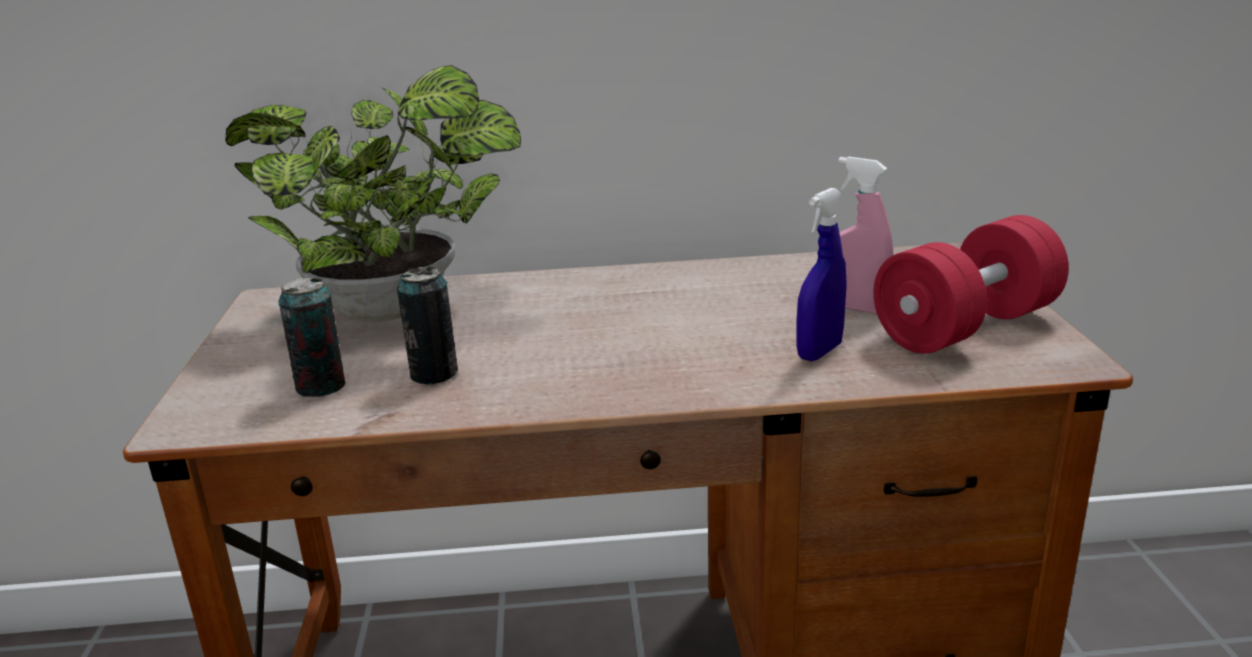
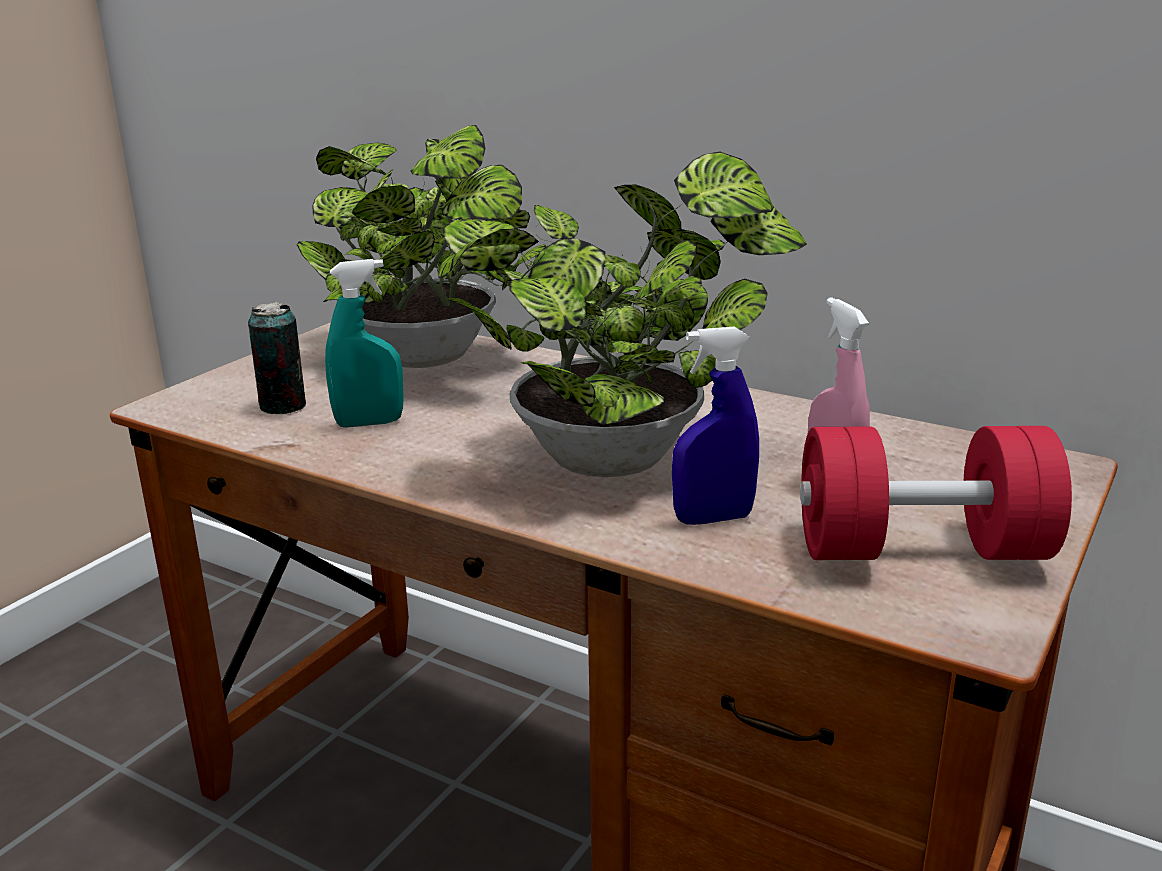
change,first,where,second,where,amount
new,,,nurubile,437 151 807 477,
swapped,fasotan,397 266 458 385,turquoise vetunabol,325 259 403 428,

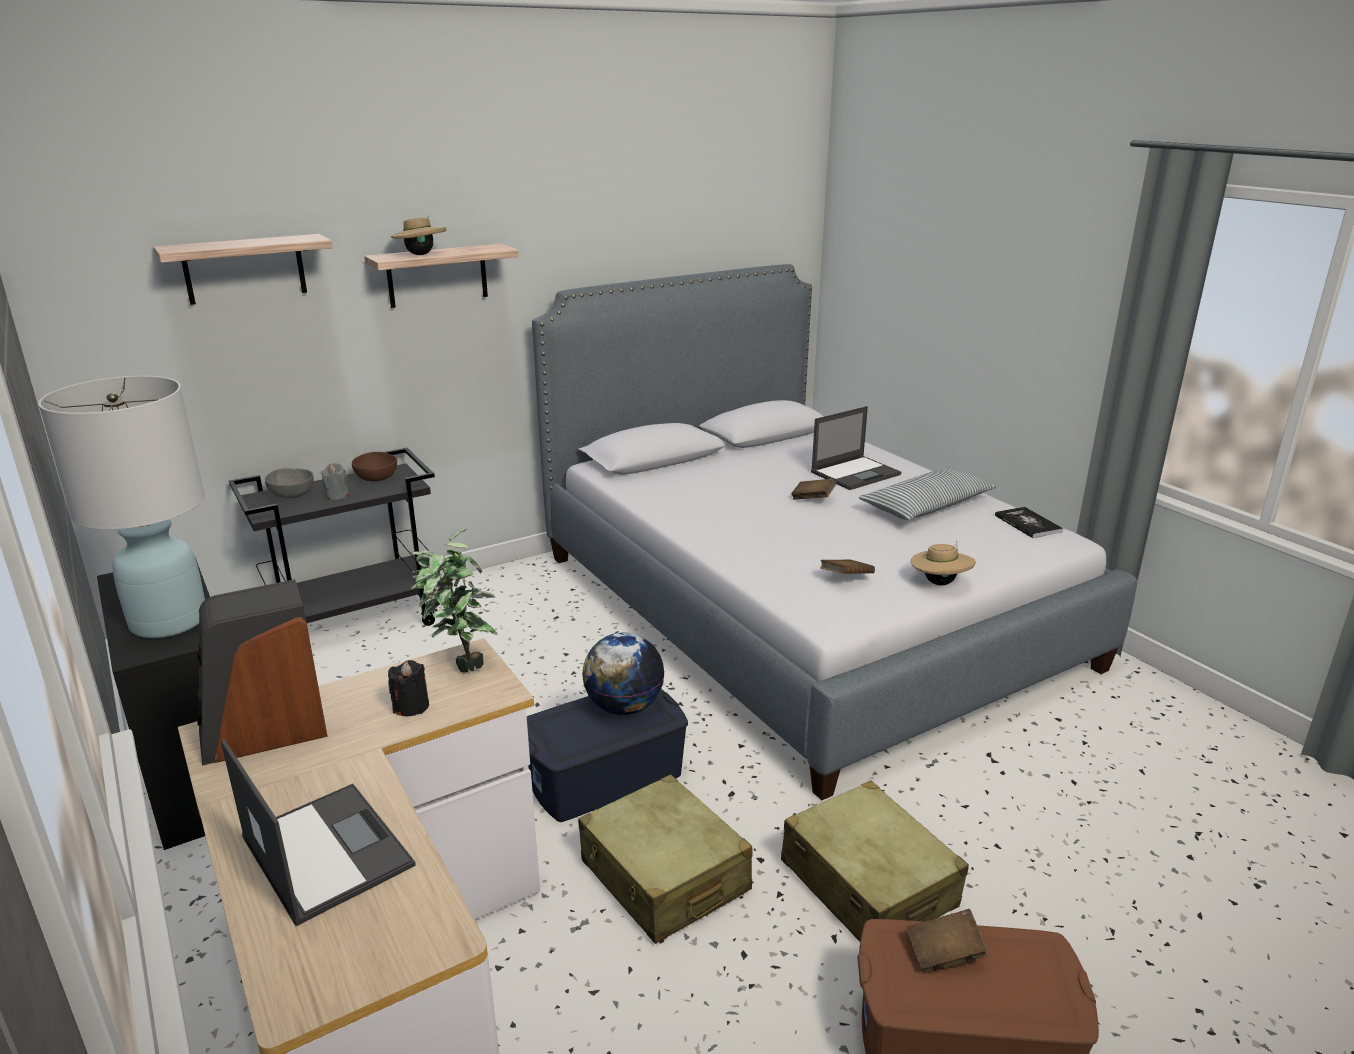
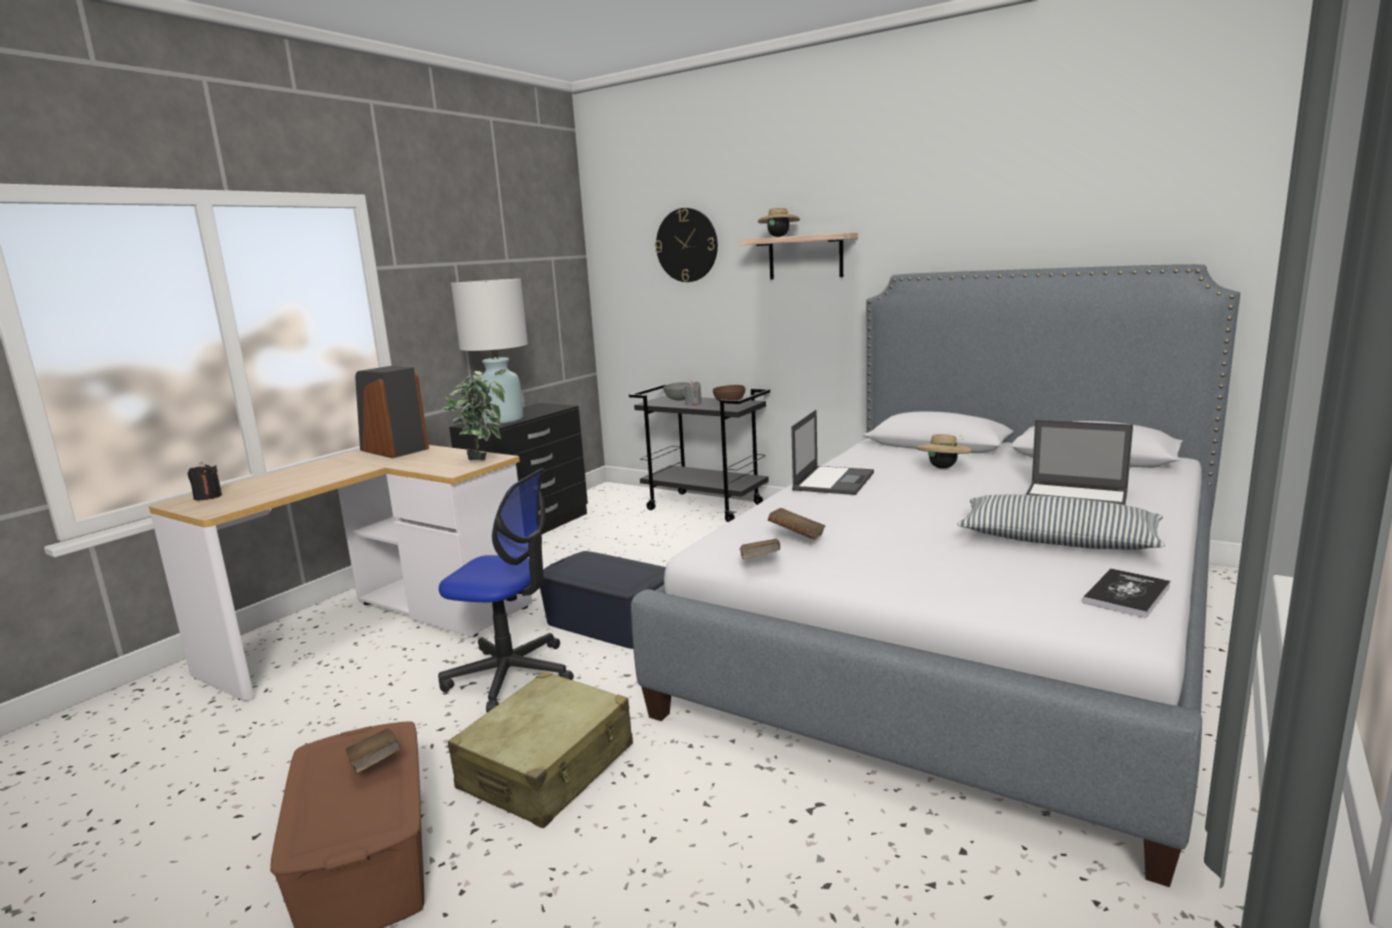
change,first,where,second,where,amount
gone,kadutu,582 632 665 715,,,
shifted,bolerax,221 739 415 926,,791 410 874 495,
shifted,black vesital,388 660 429 716,,188 462 222 501,
shifted,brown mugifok,791 478 837 500,,739 539 780 559,
shifted,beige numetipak,911 541 976 585,,917 434 972 469,
swapped,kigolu,153 234 333 305,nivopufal,655 208 718 282,
swapped,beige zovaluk,578 774 753 944,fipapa,438 468 574 712,

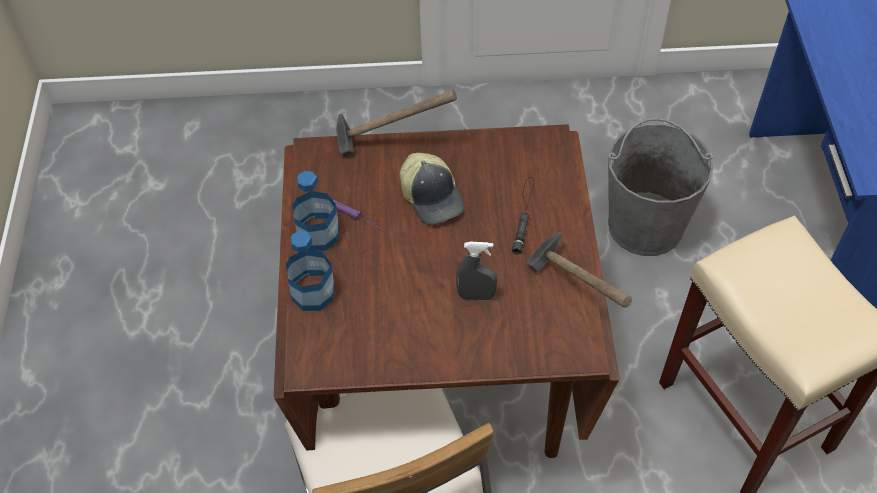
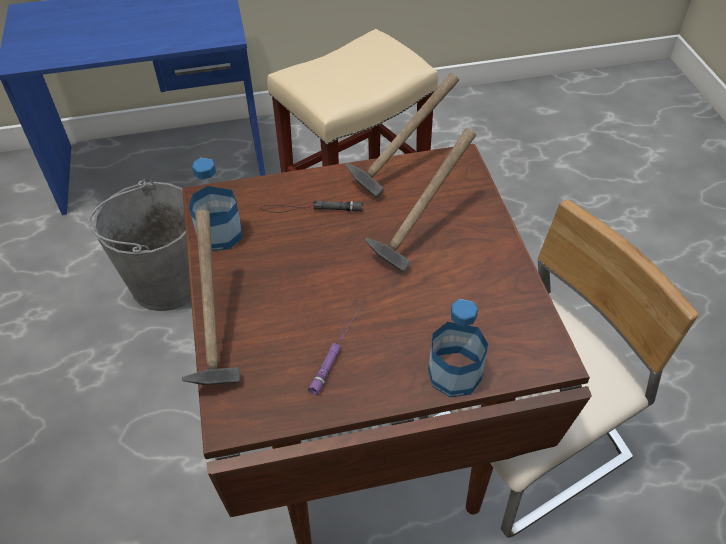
change,first,where,second,where,amount
gone,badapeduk,399 153 465 225,,,
shifted,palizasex,292 171 339 251,,189 158 242 251,
swapped,grey vetunabol,456 242 497 300,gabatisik,365 128 476 271,

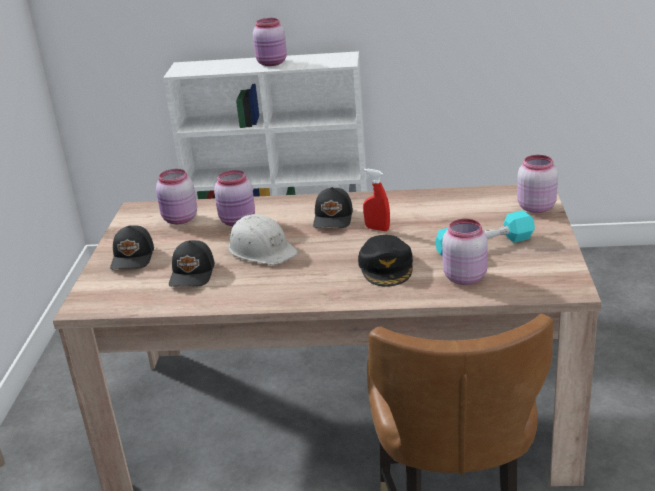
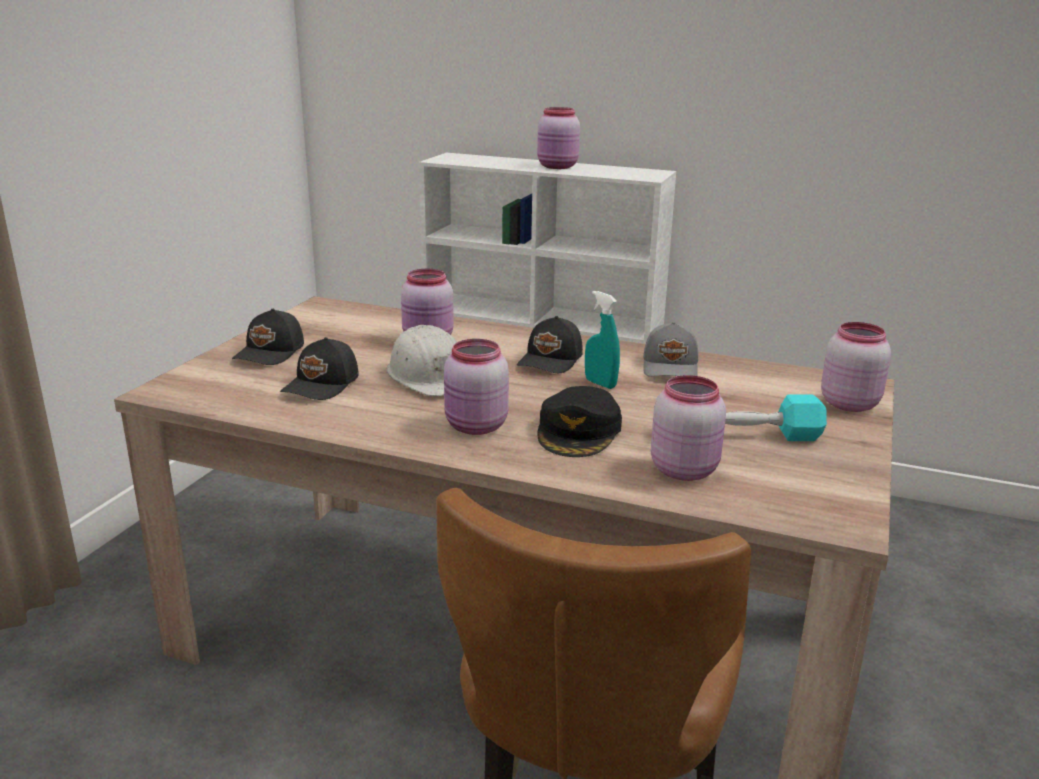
change,first,where,second,where,amount
new,,,grey badapeduk,643 322 698 376,
shifted,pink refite,156 169 197 224,,444 339 509 435,
repainted,red vetunabol,363 169 390 231,turquoise vetunabol,585 291 620 389,

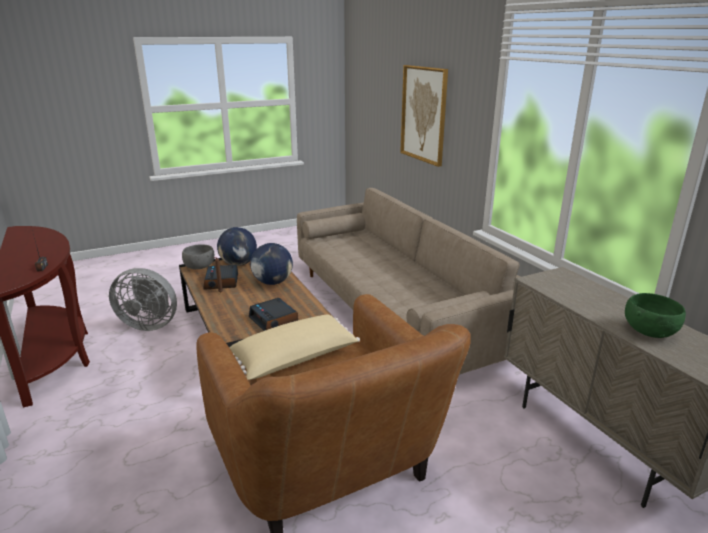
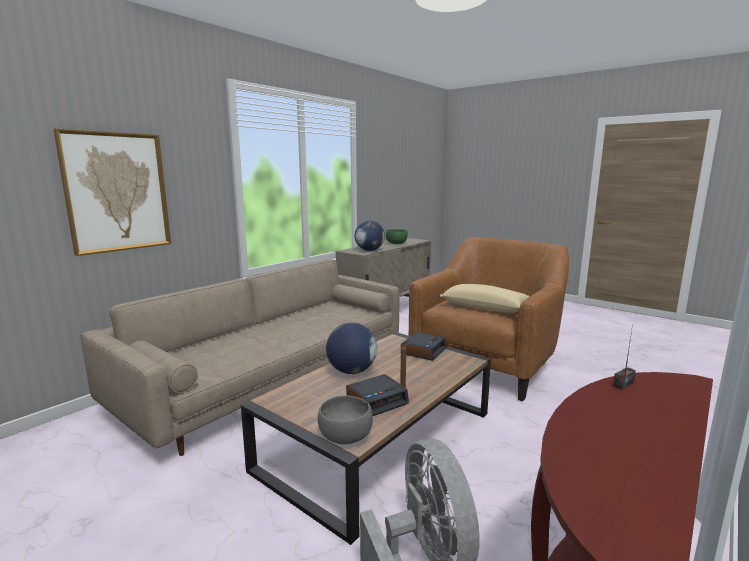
change,first,where,second,where,amount
shifted,kadutu,217 227 257 266,,355 221 385 251,

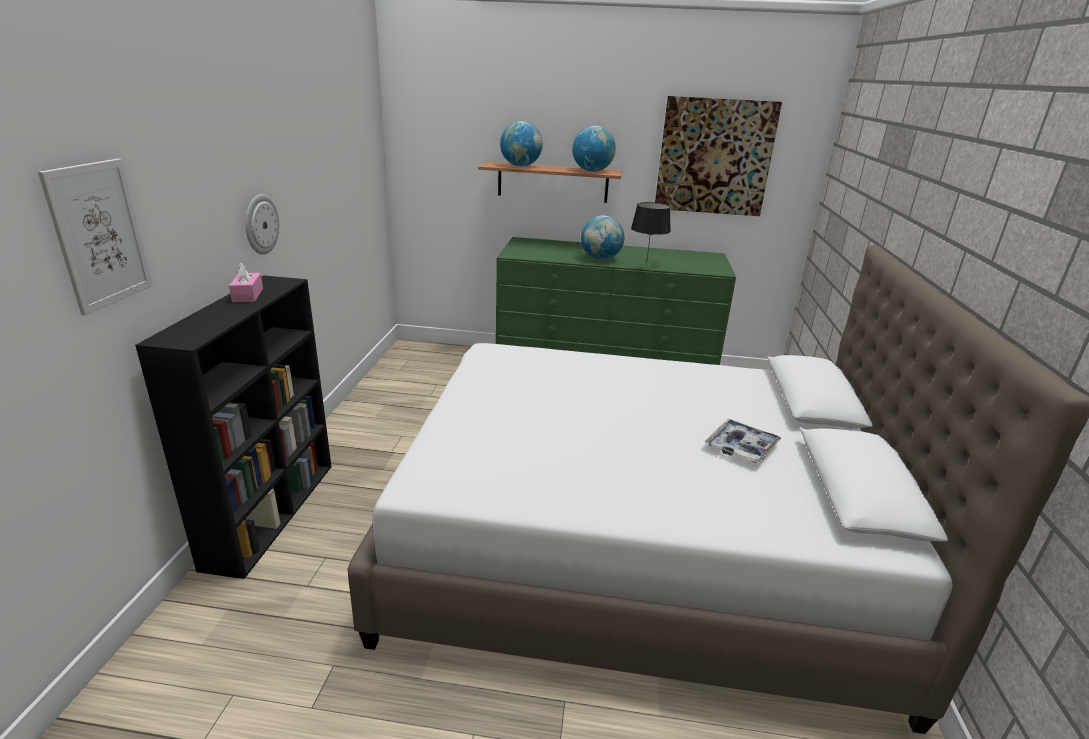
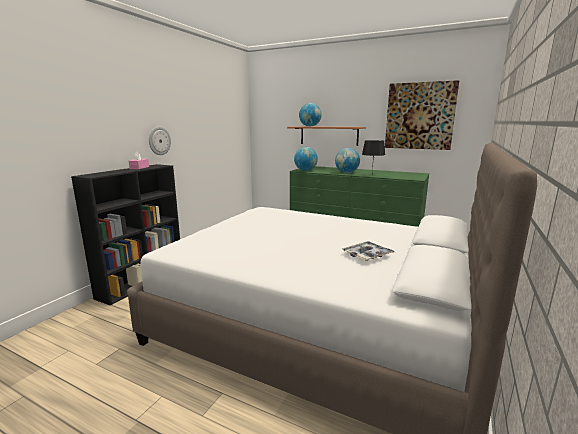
change,first,where,second,where,amount
gone,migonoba,38 159 152 315,,,
shifted,kadutu,572 126 616 172,,294 147 318 171,

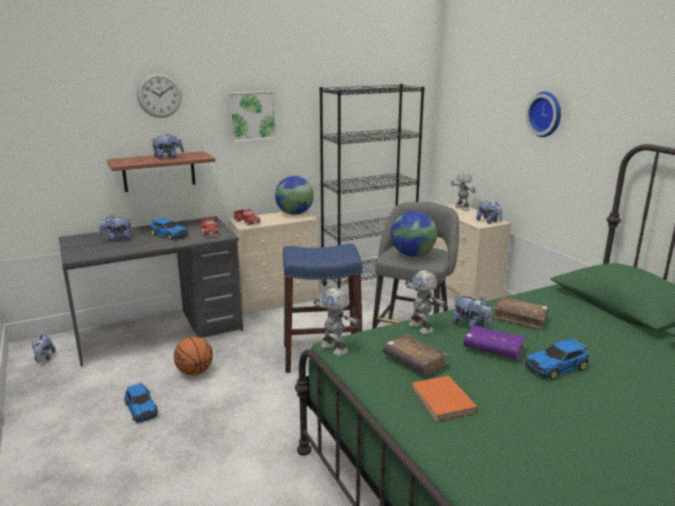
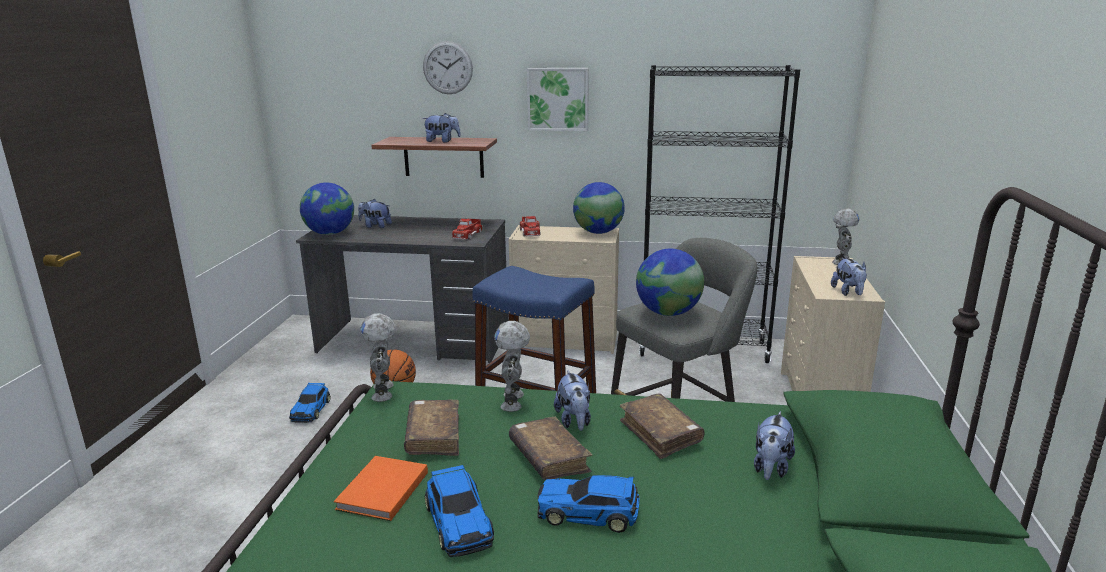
change,first,where,second,where,amount
gone,nivopufal,526 92 561 137,,,
new,,,kadutu,300 182 354 235,
shifted,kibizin,32 333 56 363,,754 411 795 480,
shifted,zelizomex,150 217 188 240,,425 465 494 557,
repainted,purple mugifok,464 325 526 359,brown mugifok,509 417 592 480,

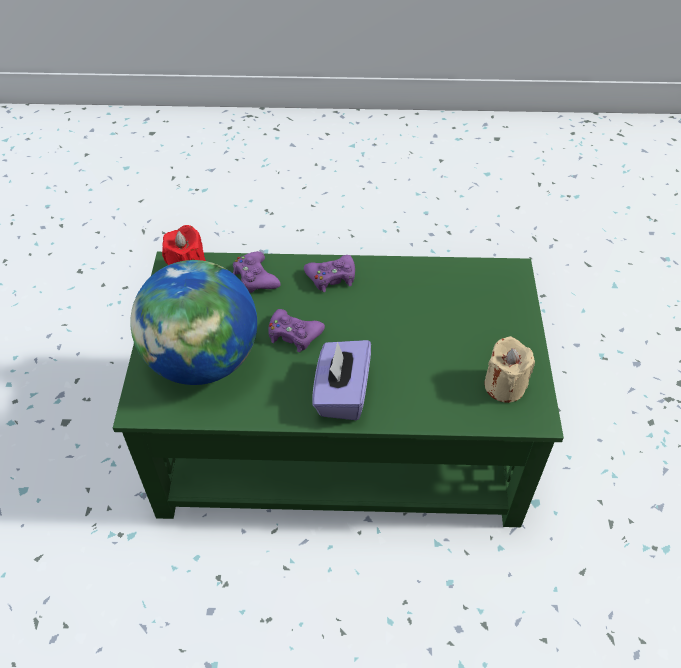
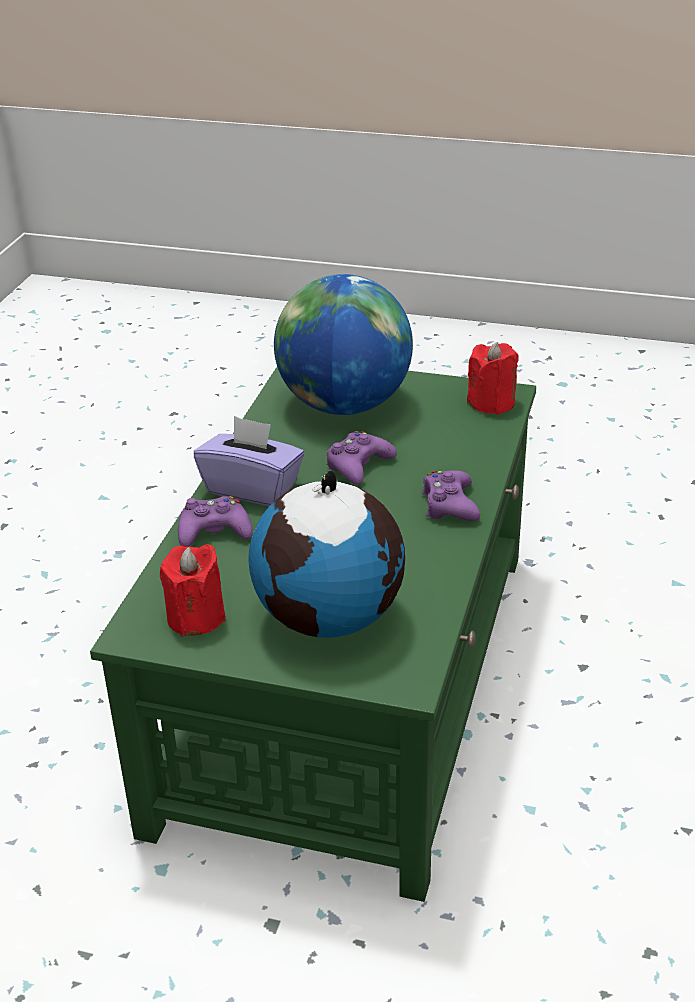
change,first,where,second,where,amount
new,,,kadutu,248 471 405 638,
shifted,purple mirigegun,233 251 281 293,,178 496 253 547,
repainted,beige vesital,484 336 535 403,red vesital,160 544 226 637,

